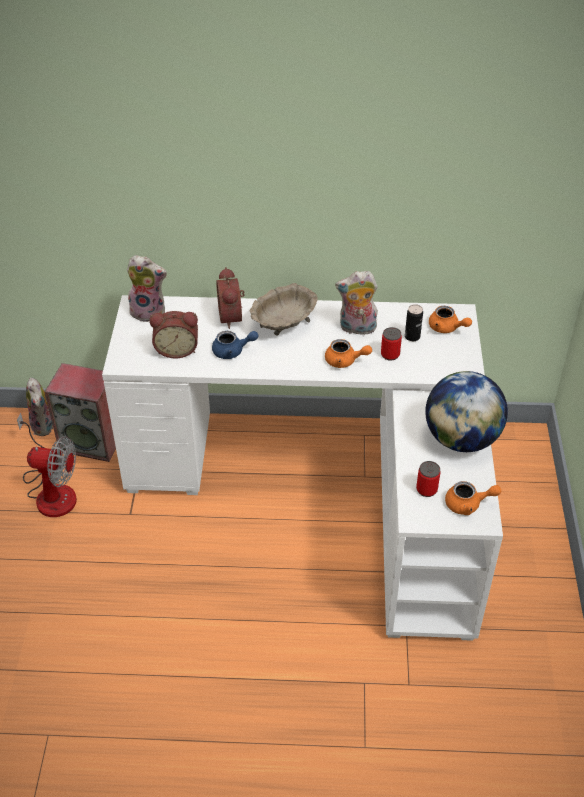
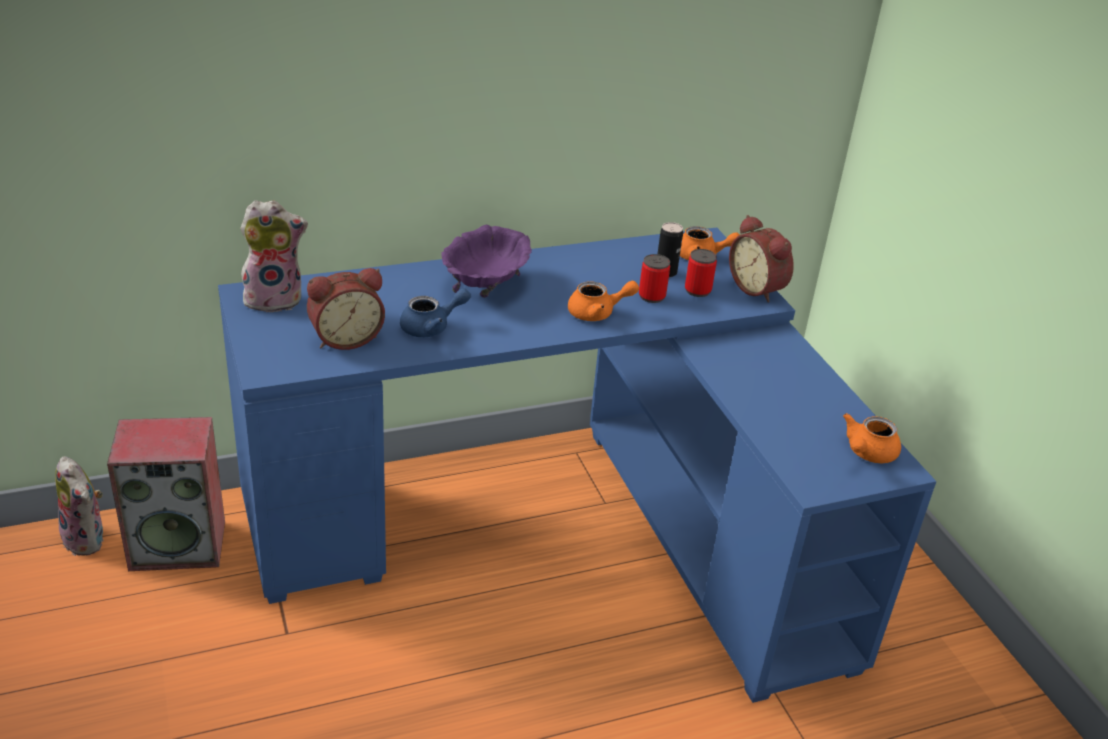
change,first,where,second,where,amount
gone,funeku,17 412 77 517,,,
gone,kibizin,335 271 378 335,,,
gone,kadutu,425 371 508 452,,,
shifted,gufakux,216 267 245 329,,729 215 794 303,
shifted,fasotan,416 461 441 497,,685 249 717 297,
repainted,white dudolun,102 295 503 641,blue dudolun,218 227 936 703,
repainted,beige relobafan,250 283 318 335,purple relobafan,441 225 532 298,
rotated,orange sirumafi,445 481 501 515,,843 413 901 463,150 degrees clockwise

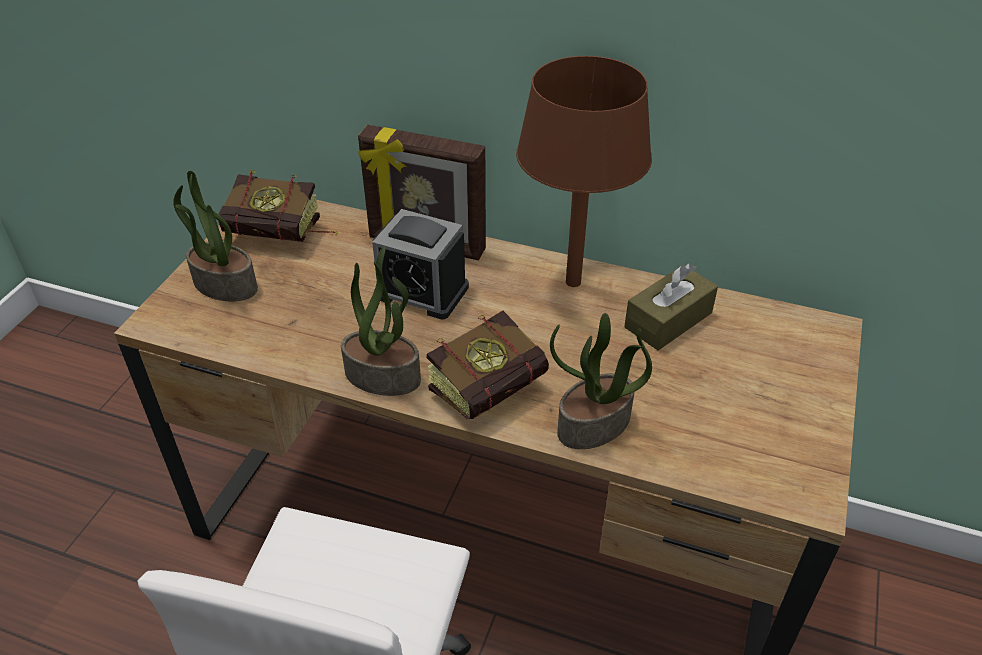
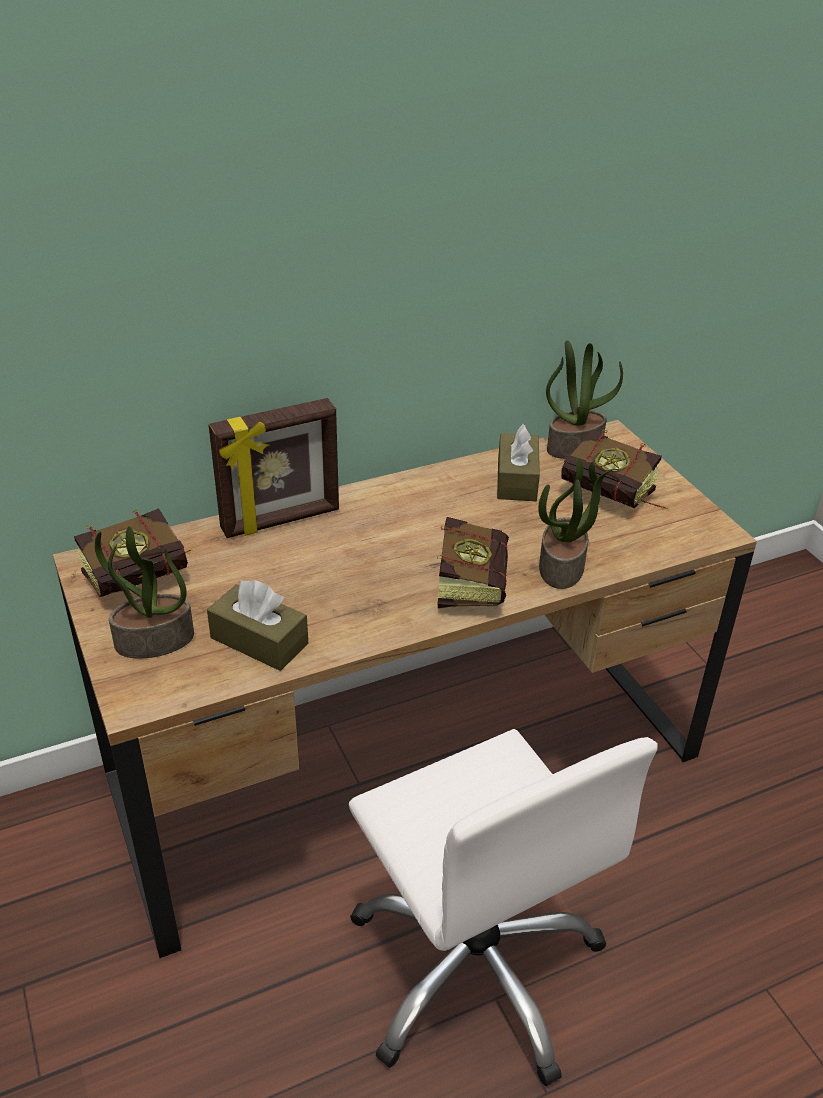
change,first,where,second,where,amount
gone,gufakux,372 209 469 320,,,
gone,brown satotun,516 56 652 287,,,
new,,,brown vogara,207 580 309 671,
new,,,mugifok,561 429 669 510,
shifted,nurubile,341 246 421 396,,546 340 623 459,

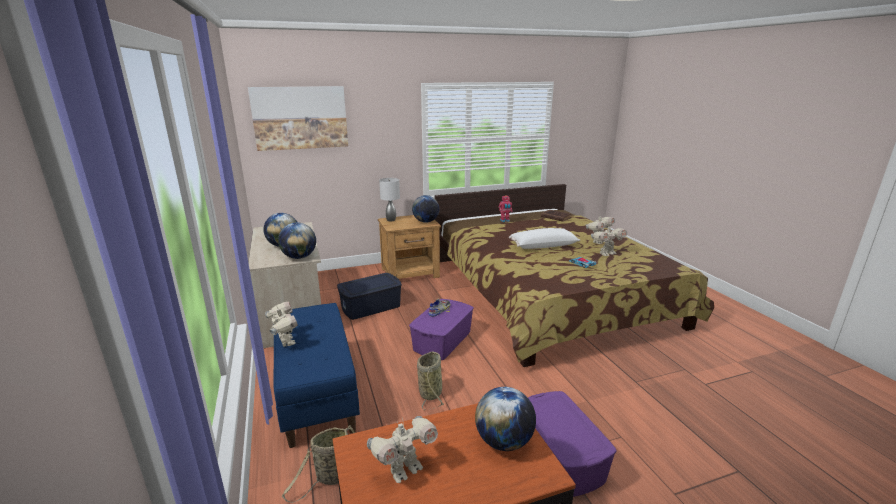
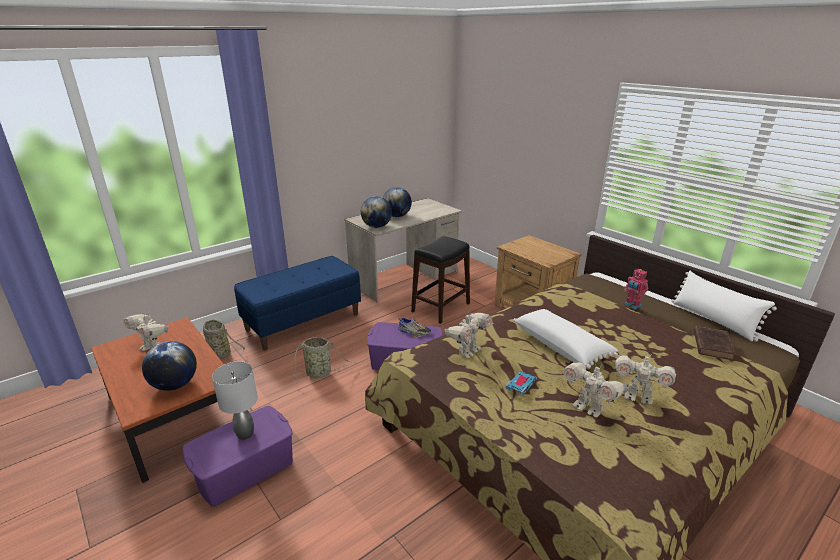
change,first,where,second,where,amount
gone,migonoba,248 86 348 151,,,
gone,kadutu,412 195 439 223,,,
new,,,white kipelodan,671 271 777 342,
shifted,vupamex,265 302 298 347,,445 311 493 358,
shifted,grey satotun,379 178 400 221,,212 361 258 440,
swapped,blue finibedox,337 273 402 320,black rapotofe,411 236 470 324,

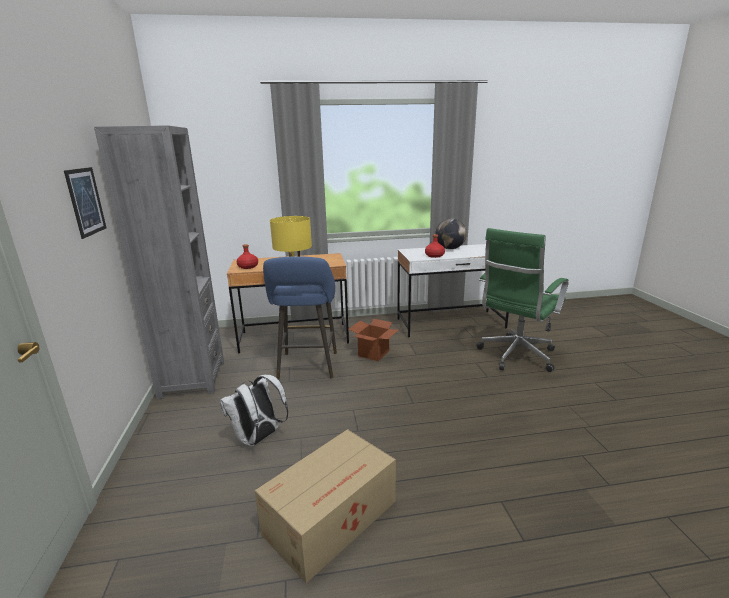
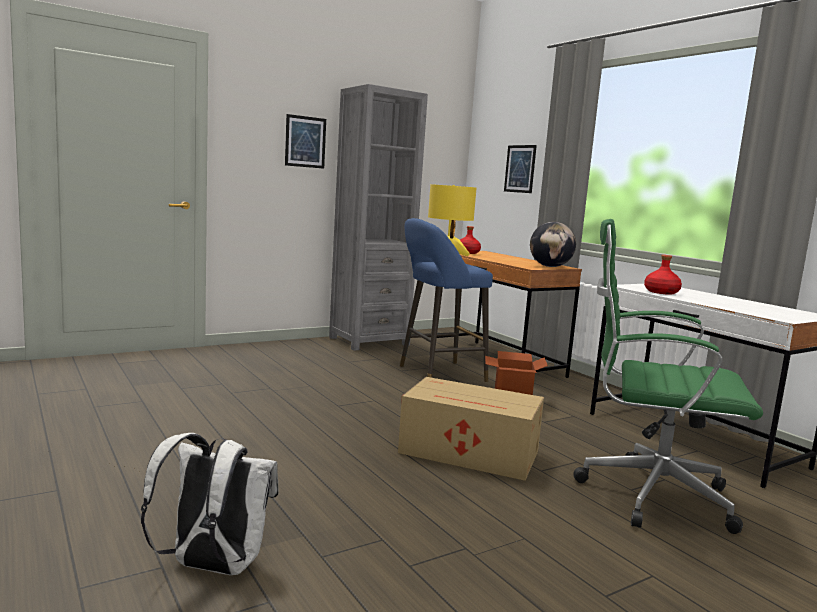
change,first,where,second,where,amount
new,,,migonoba,504 145 537 193,
shifted,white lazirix,220 375 288 447,,141 433 279 575,
shifted,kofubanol,255 429 396 583,,398 377 544 481,
shifted,kadutu,435 218 467 249,,530 222 576 267,

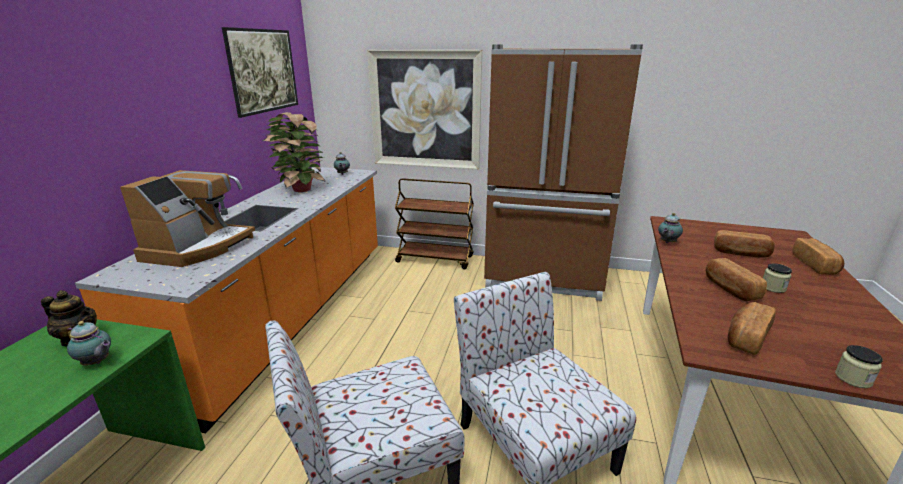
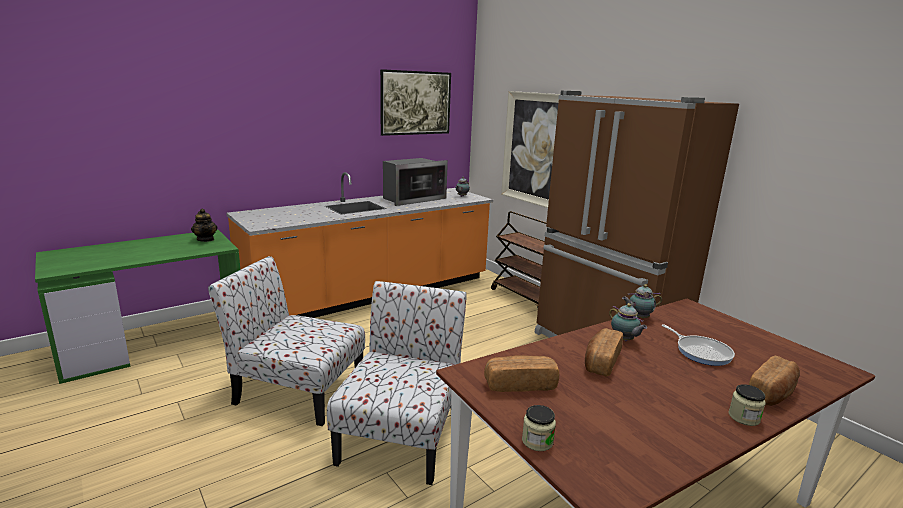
change,first,where,second,where,amount
gone,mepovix,120 170 255 267,,,
shifted,sirumafi,67 321 111 365,,609 303 647 341,
shifted,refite,763 263 792 293,,728 384 766 426,
swapped,nurubile,263 112 326 192,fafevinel,383 158 448 206,
swapped,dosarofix,714 230 775 258,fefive,661 324 735 366,

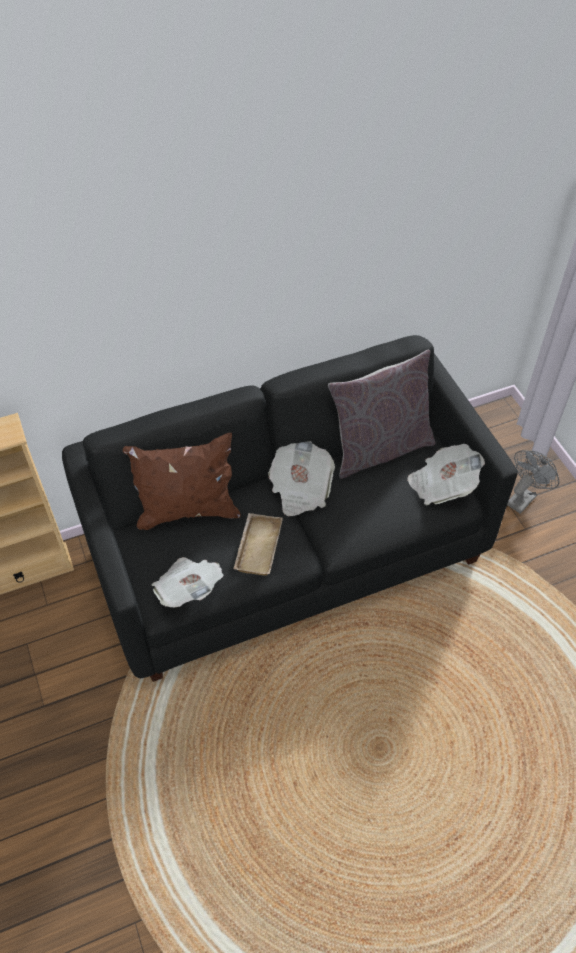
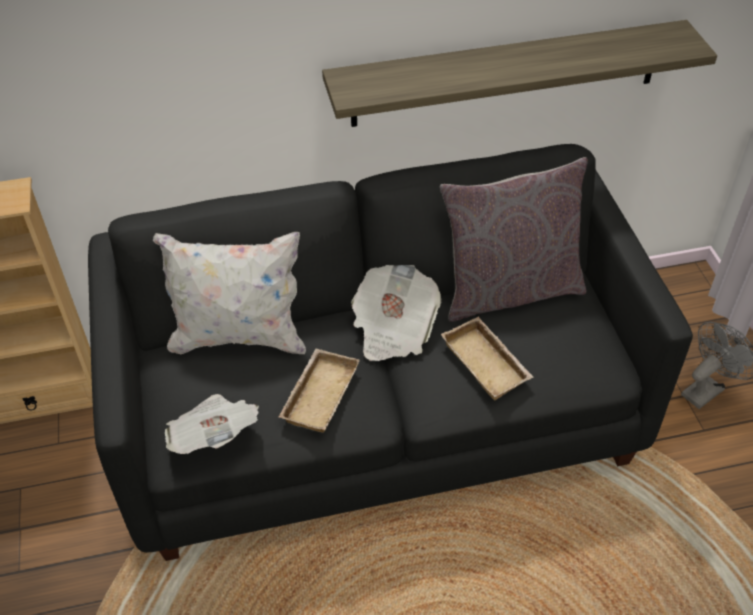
change,first,where,second,where,amount
gone,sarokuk,407 444 485 506,,,
new,,,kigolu,322 20 717 127,
new,,,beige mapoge,441 317 534 400,
repainted,brown kipelodan,123 433 241 530,white kipelodan,153 232 306 354,

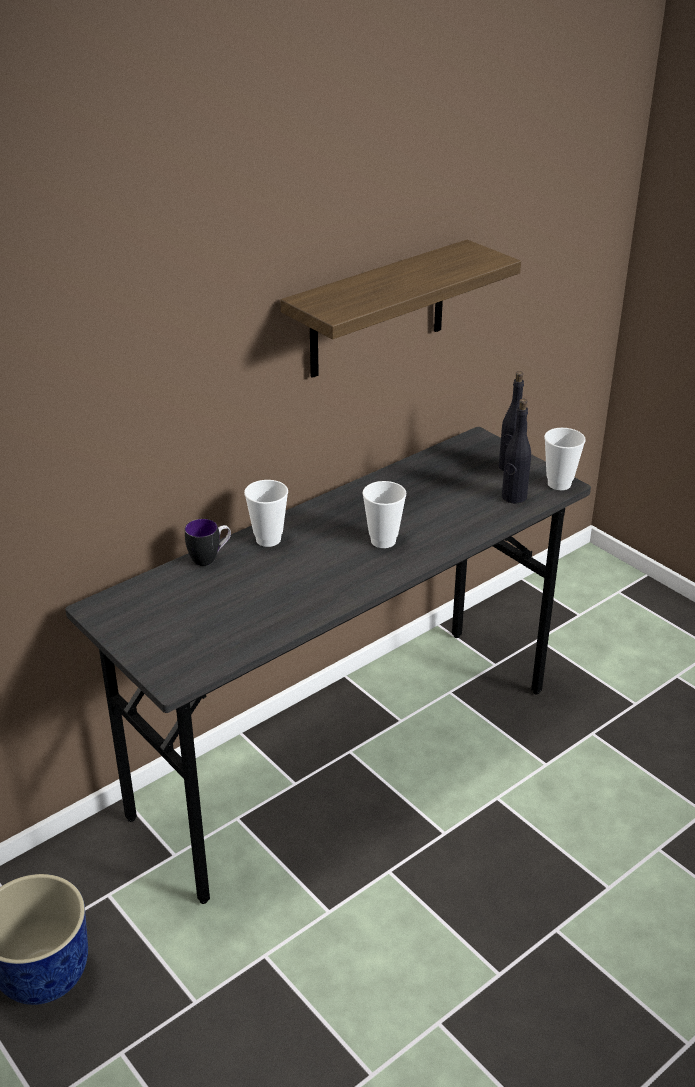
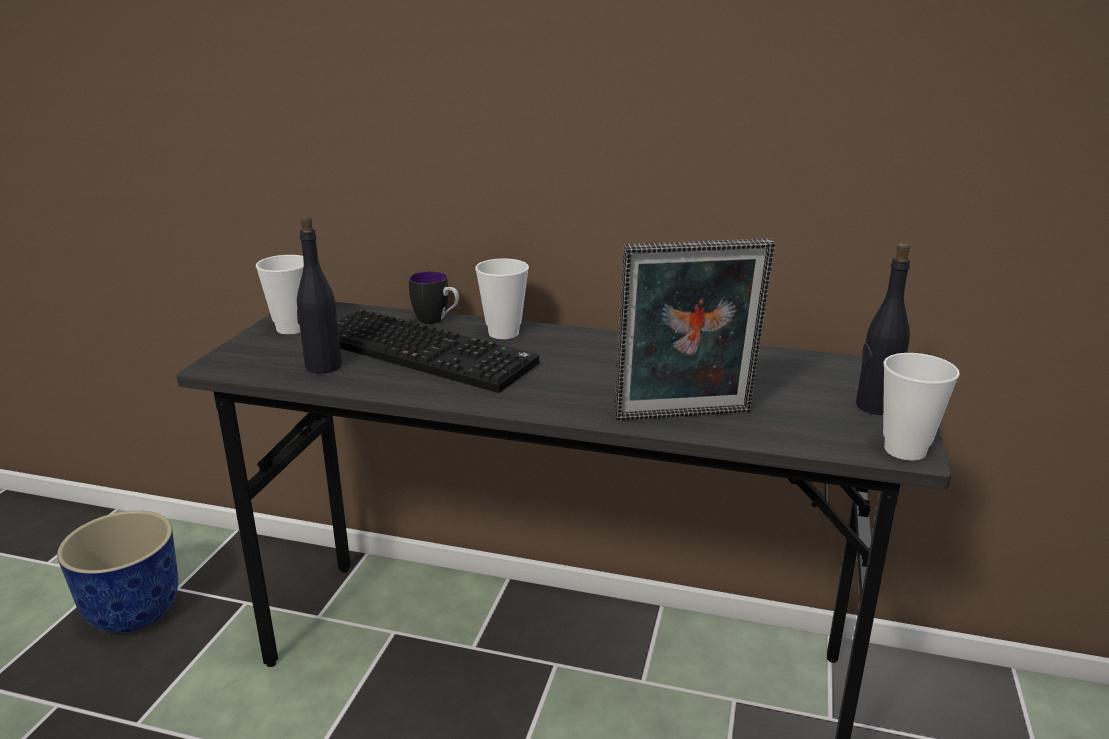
change,first,where,second,where,amount
gone,kigolu,280 240 521 378,,,
new,,,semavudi,337 309 539 393,
new,,,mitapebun,614 238 775 421,
shifted,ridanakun,362 481 406 548,,256 255 304 334,
shifted,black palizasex,502 399 531 503,,297 216 342 374,

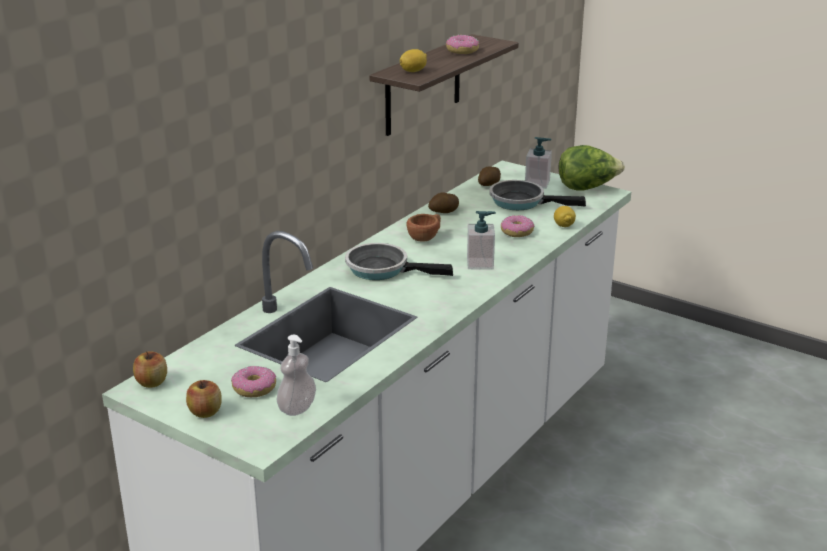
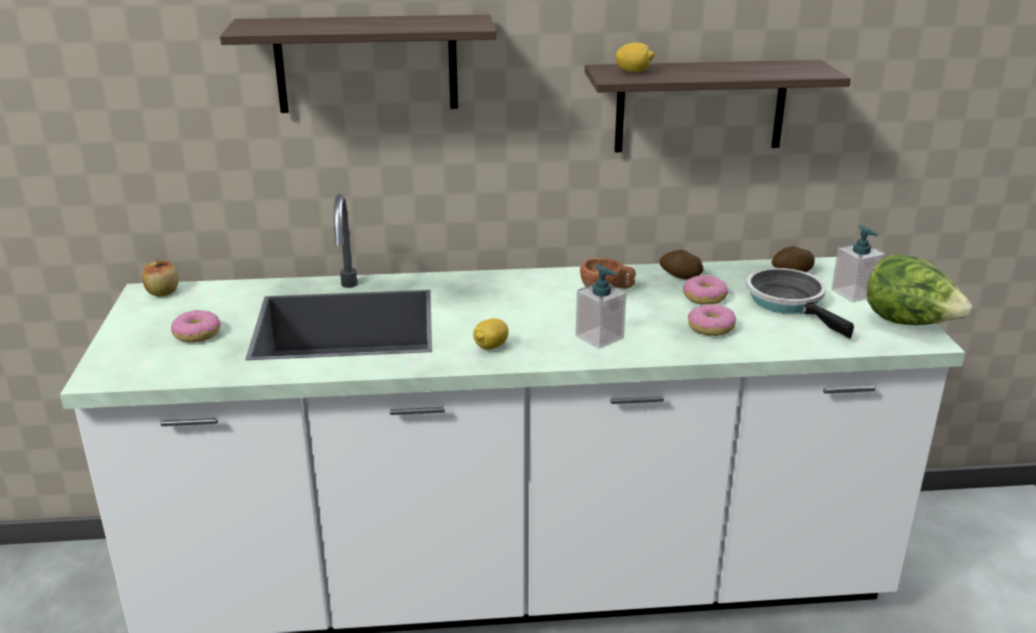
change,first,where,second,where,amount
gone,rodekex,186 380 222 418,,,
gone,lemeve,277 335 316 416,,,
gone,fefive,345 243 453 280,,,
new,,,kigolu,220 15 496 113,
shifted,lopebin,446 35 479 54,,683 275 728 305,
shifted,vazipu,554 206 576 227,,473 318 509 350,

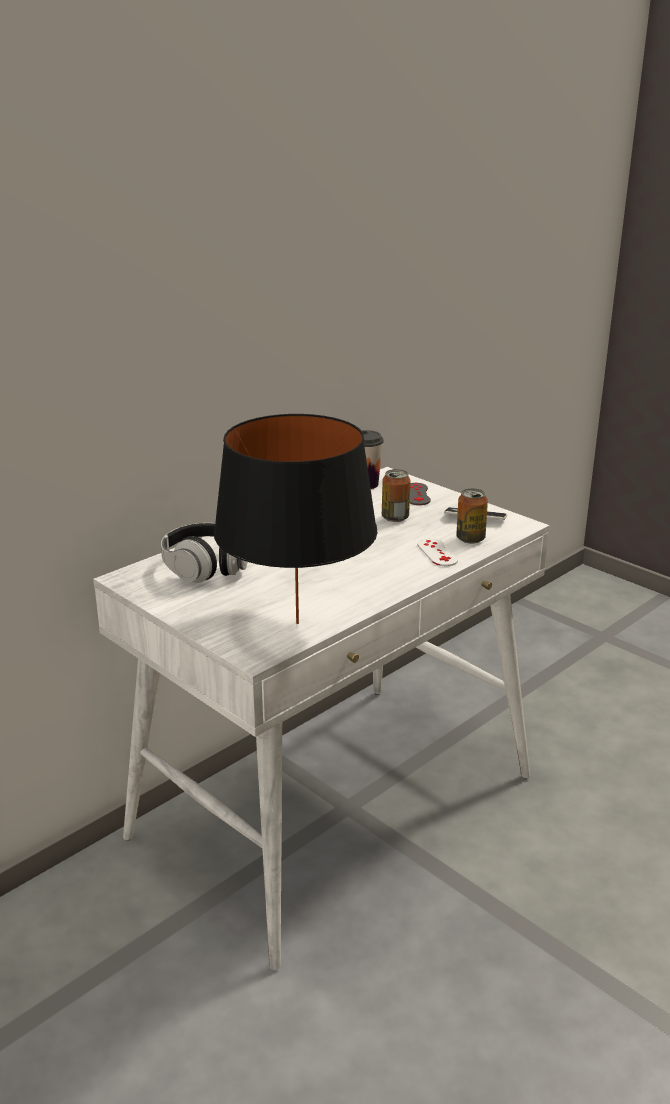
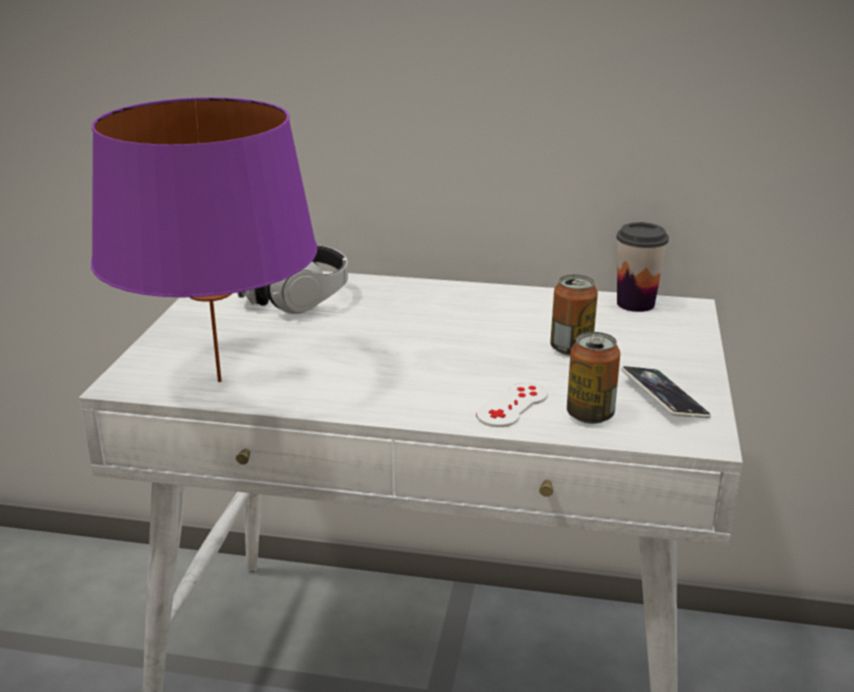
change,first,where,second,where,amount
gone,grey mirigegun,410 483 431 505,,,
repainted,black satotun,213 414 378 624,purple satotun,91 97 317 382,

